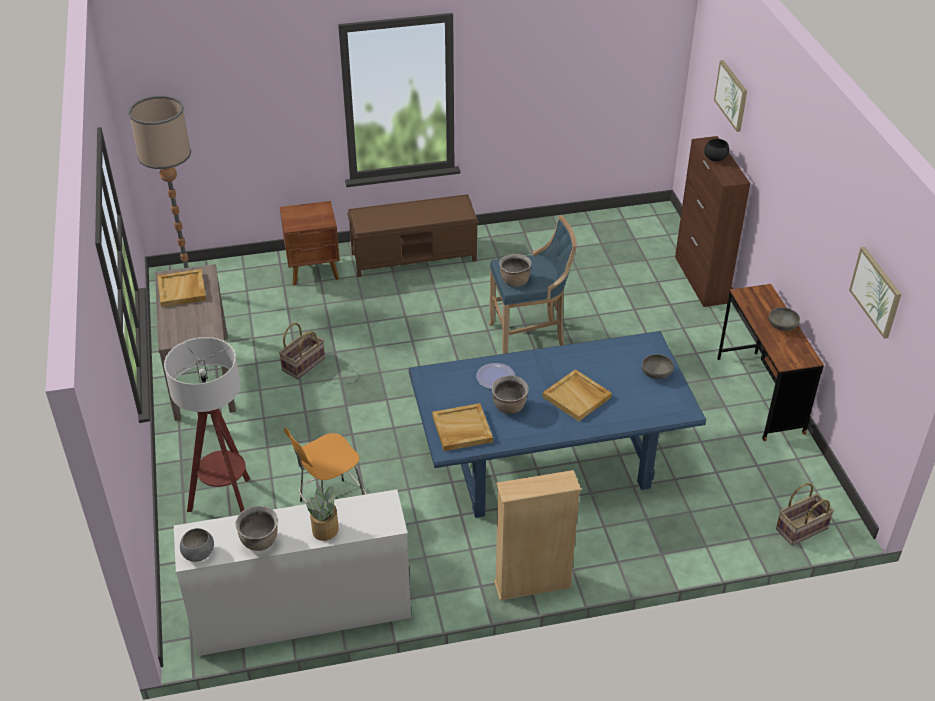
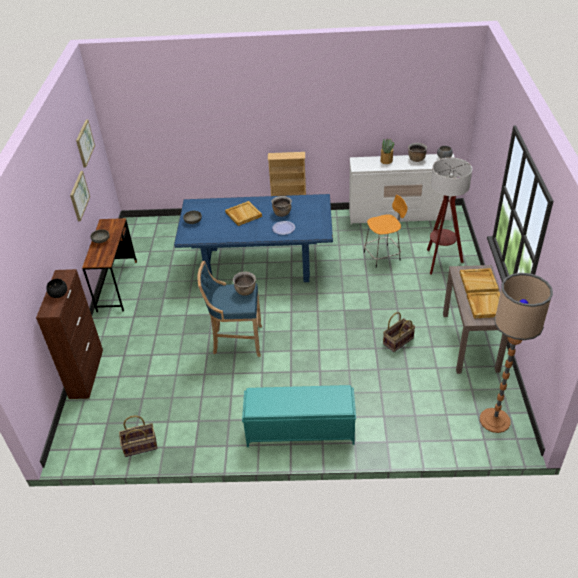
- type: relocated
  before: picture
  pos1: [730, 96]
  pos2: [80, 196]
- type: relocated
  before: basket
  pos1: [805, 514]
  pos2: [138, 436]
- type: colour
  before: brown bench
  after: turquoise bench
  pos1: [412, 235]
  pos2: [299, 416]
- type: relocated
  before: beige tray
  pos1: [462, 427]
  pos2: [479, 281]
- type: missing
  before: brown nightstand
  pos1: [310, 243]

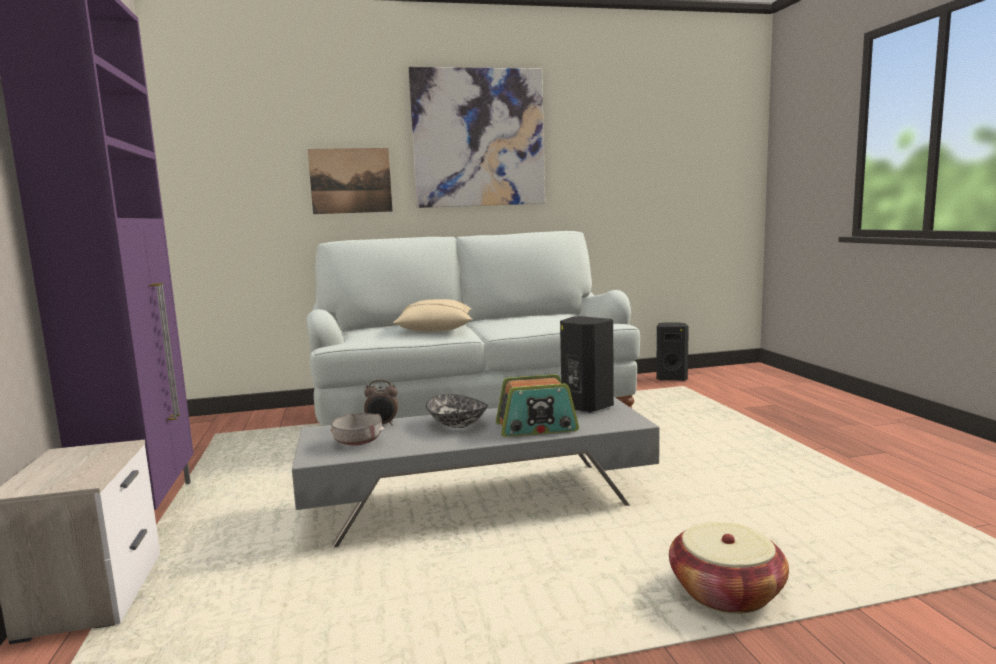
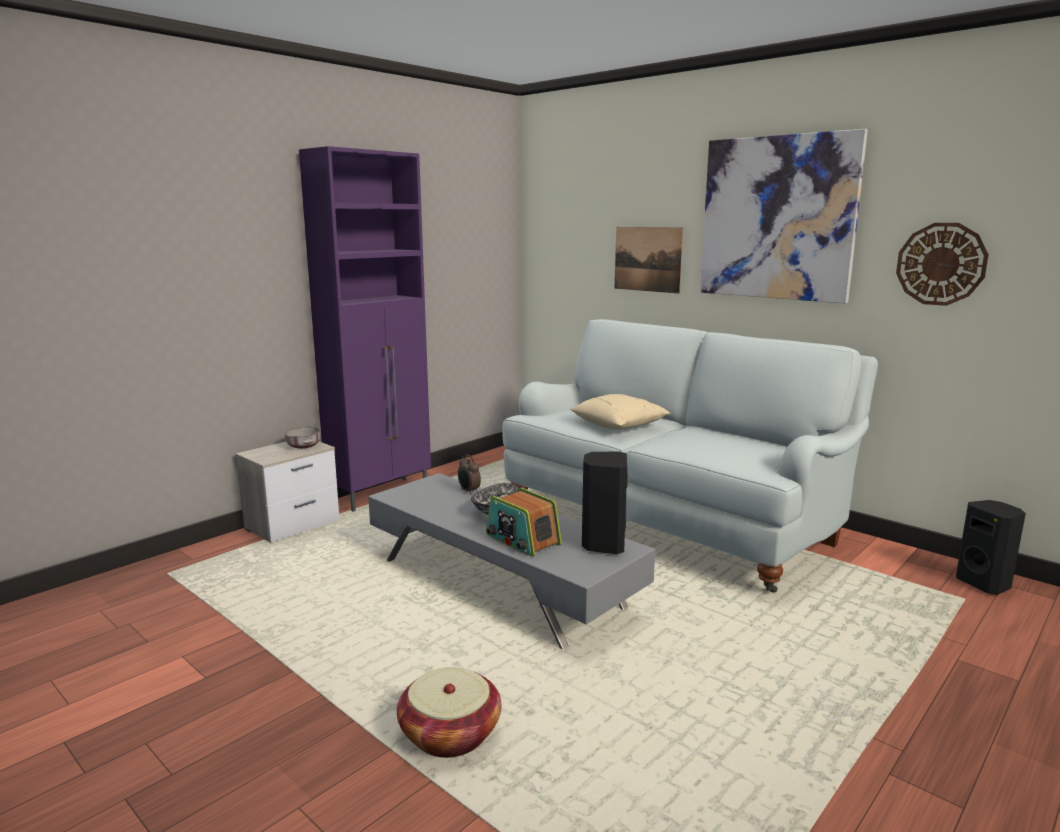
- type: relocated
  before: grey bowl
  pos1: [358, 429]
  pos2: [303, 438]
- type: appeared
  after: wall clock
  pos2: [942, 264]

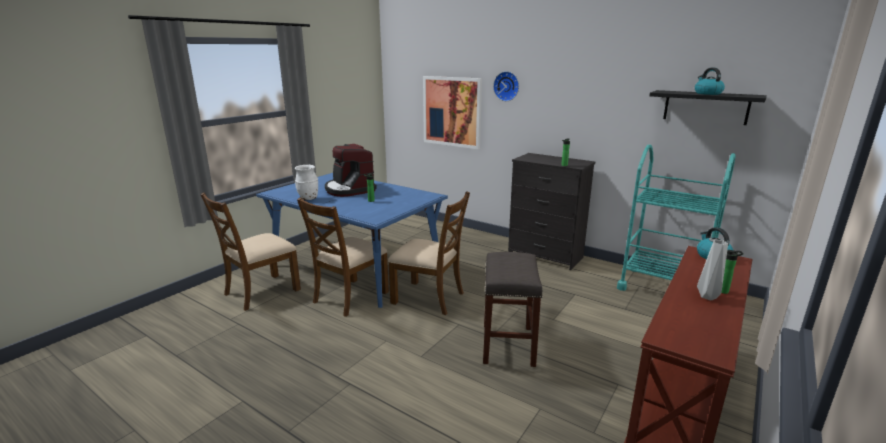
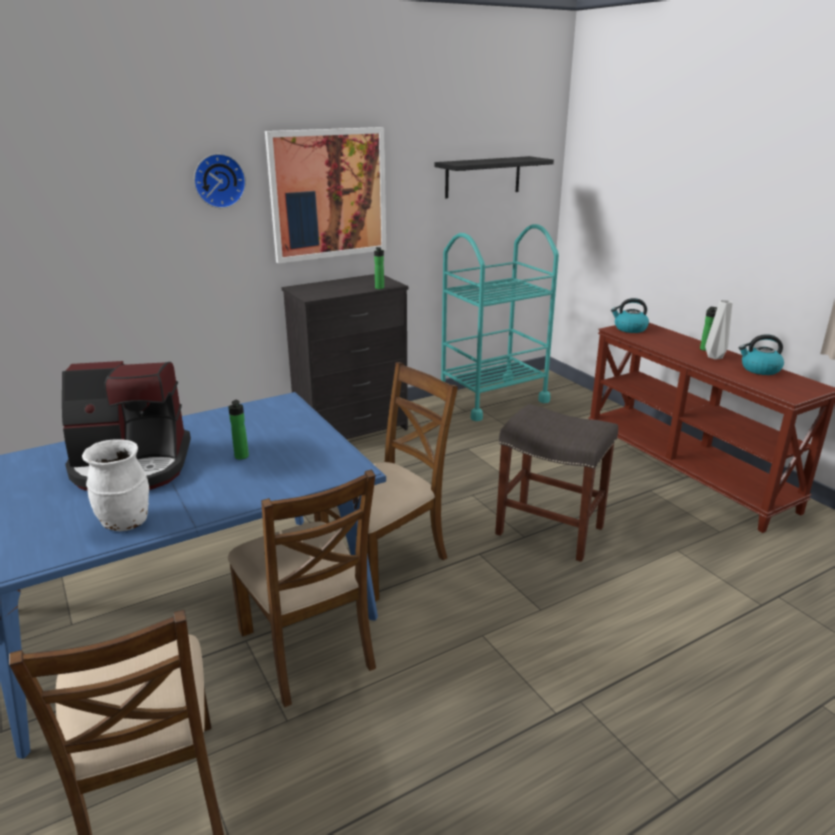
- type: relocated
  before: picture
  pos1: [452, 112]
  pos2: [325, 195]
- type: relocated
  before: kettle
  pos1: [710, 81]
  pos2: [761, 354]

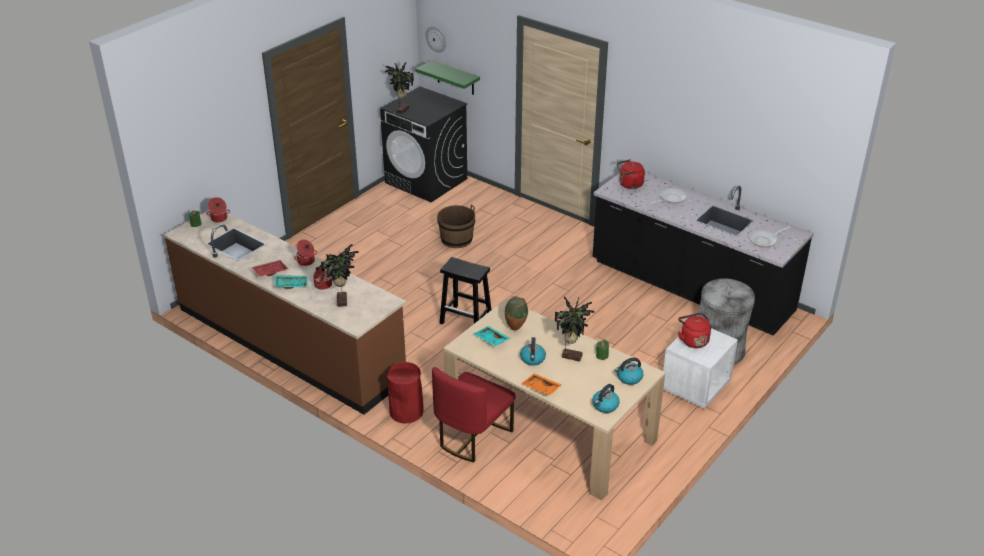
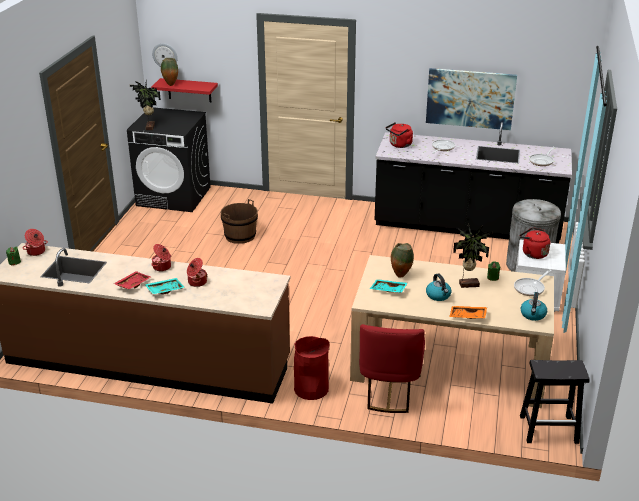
- type: colour
  before: green shelf
  after: red shelf
  pos1: [447, 77]
  pos2: [184, 90]
- type: appeared
  after: vase
  pos2: [169, 72]
- type: appeared
  after: picture
  pos2: [471, 99]
- type: exchanged
  before: kettle
  after: frying pan
  pos1: [629, 371]
  pos2: [533, 282]
- type: relocated
  before: black stool
  pos1: [465, 291]
  pos2: [555, 402]
- type: missing
  before: potted plant
  pos1: [340, 275]

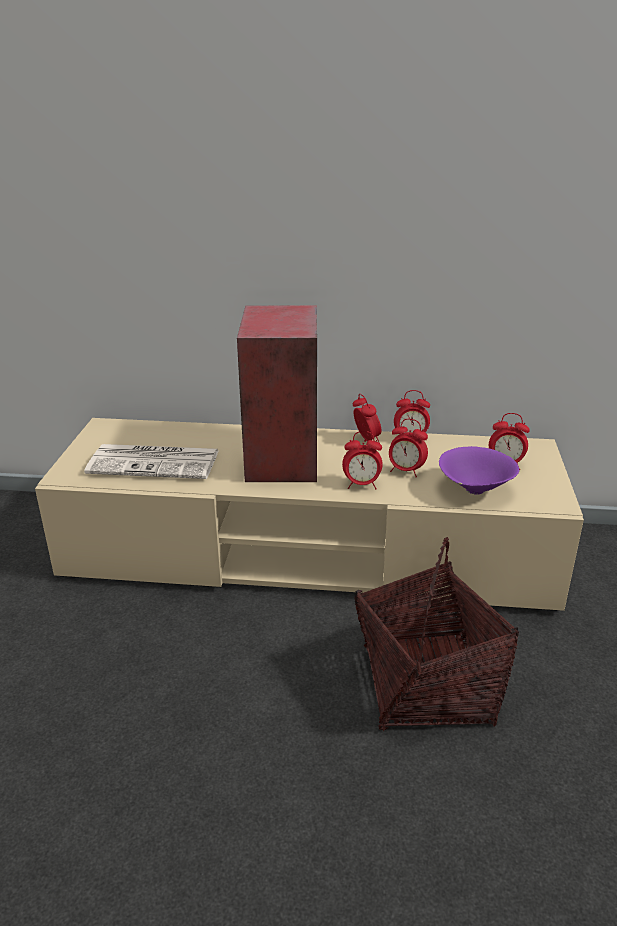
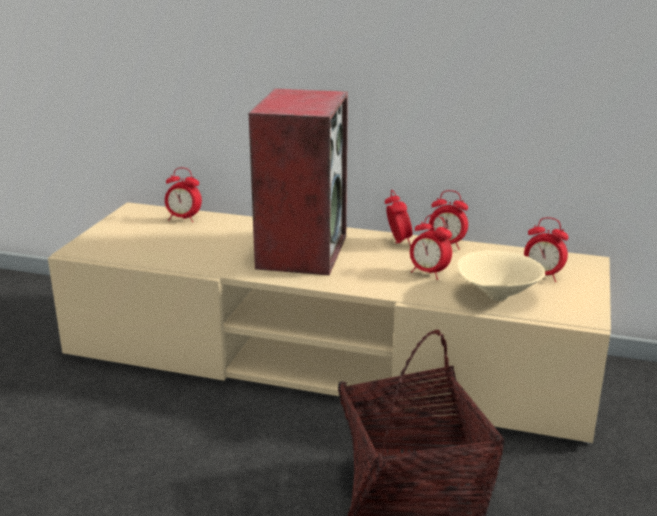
- type: relocated
  before: alarm clock
  pos1: [362, 460]
  pos2: [183, 195]
- type: colour
  before: purple bowl
  after: beige bowl
  pos1: [479, 470]
  pos2: [501, 275]
- type: missing
  before: newspaper
  pos1: [151, 461]

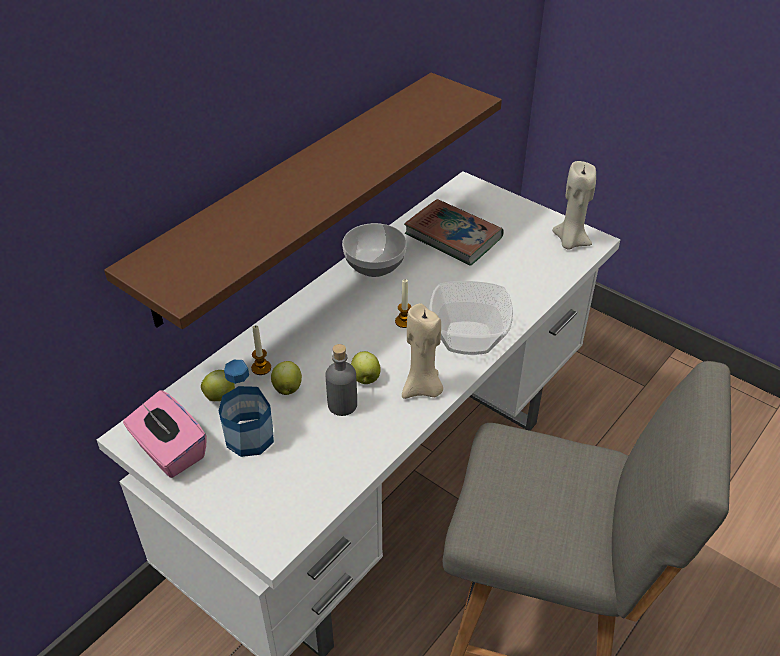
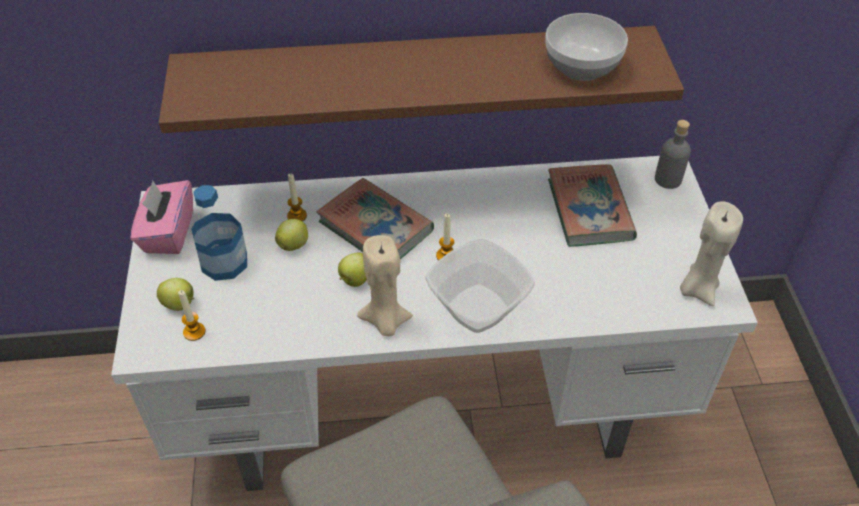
- type: relocated
  before: apple
  pos1: [218, 385]
  pos2: [175, 294]
- type: appeared
  after: candle
  pos2: [192, 315]
- type: appeared
  after: book
  pos2: [375, 218]
- type: relocated
  before: bowl
  pos1: [374, 250]
  pos2: [586, 47]
- type: relocated
  before: grey bottle
  pos1: [341, 380]
  pos2: [673, 154]

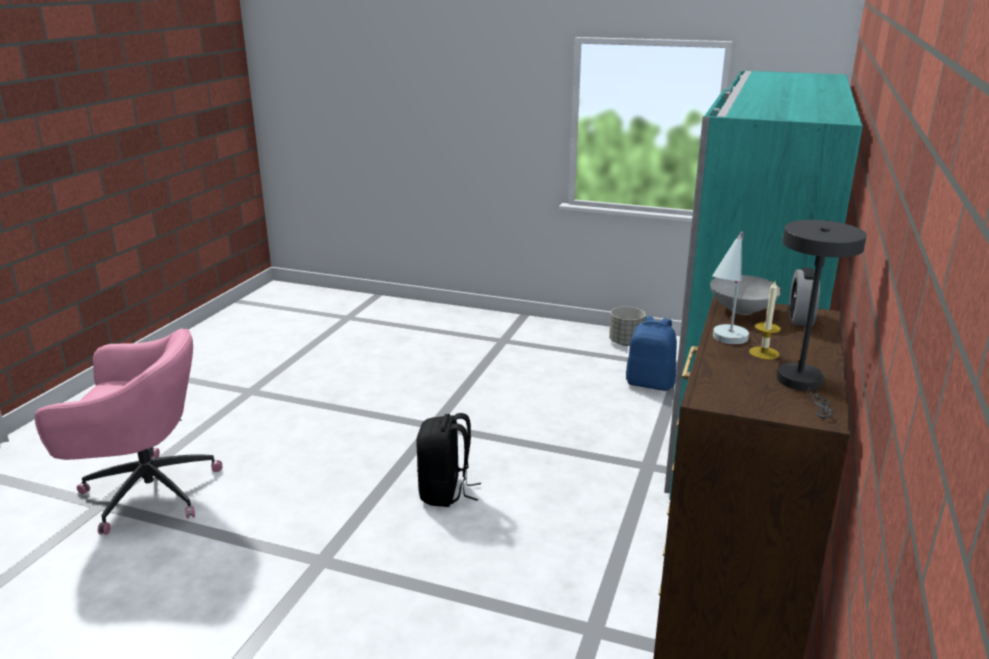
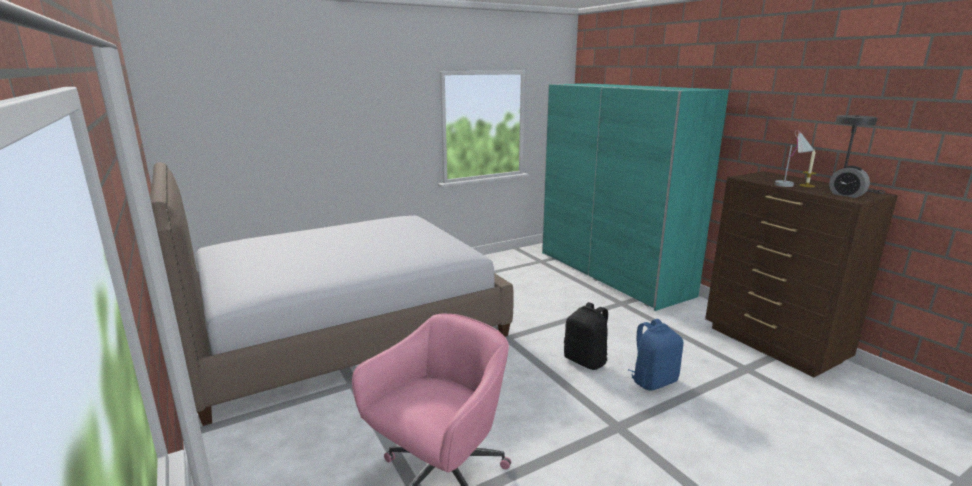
- type: appeared
  after: bed
  pos2: [332, 294]
- type: relocated
  before: blue backpack
  pos1: [651, 353]
  pos2: [655, 355]
- type: relocated
  before: alarm clock
  pos1: [804, 297]
  pos2: [849, 182]
- type: missing
  before: grey planter
  pos1: [627, 326]
- type: missing
  before: grey bowl
  pos1: [746, 295]

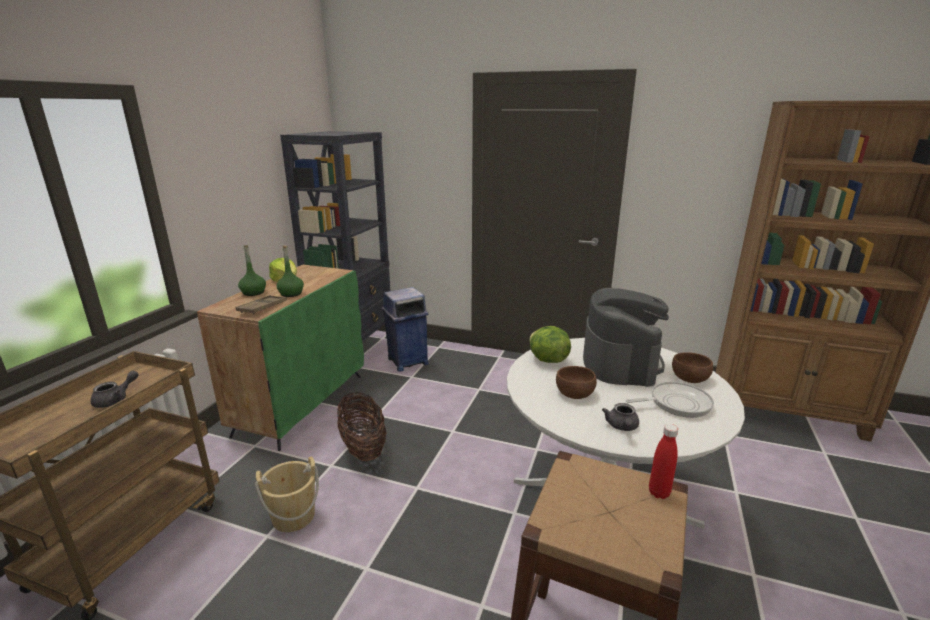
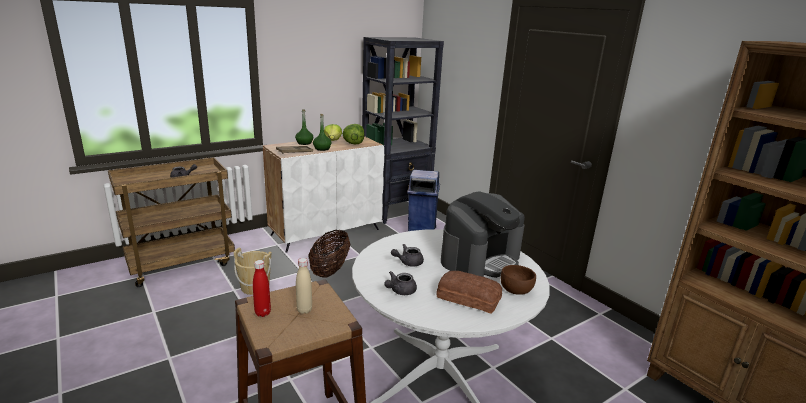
- type: relocated
  before: red bottle
  pos1: [663, 461]
  pos2: [262, 288]
- type: colour
  before: green cabinet
  after: white cabinet
  pos1: [280, 358]
  pos2: [323, 194]
- type: appeared
  after: beige bottle
  pos2: [304, 286]
- type: relocated
  before: lettuce
  pos1: [550, 344]
  pos2: [353, 134]
- type: exchanged
  before: brown bowl
  after: grey teapot
  pos1: [576, 382]
  pos2: [407, 255]
- type: exchanged
  before: frying pan
  after: bread
  pos1: [670, 400]
  pos2: [469, 292]

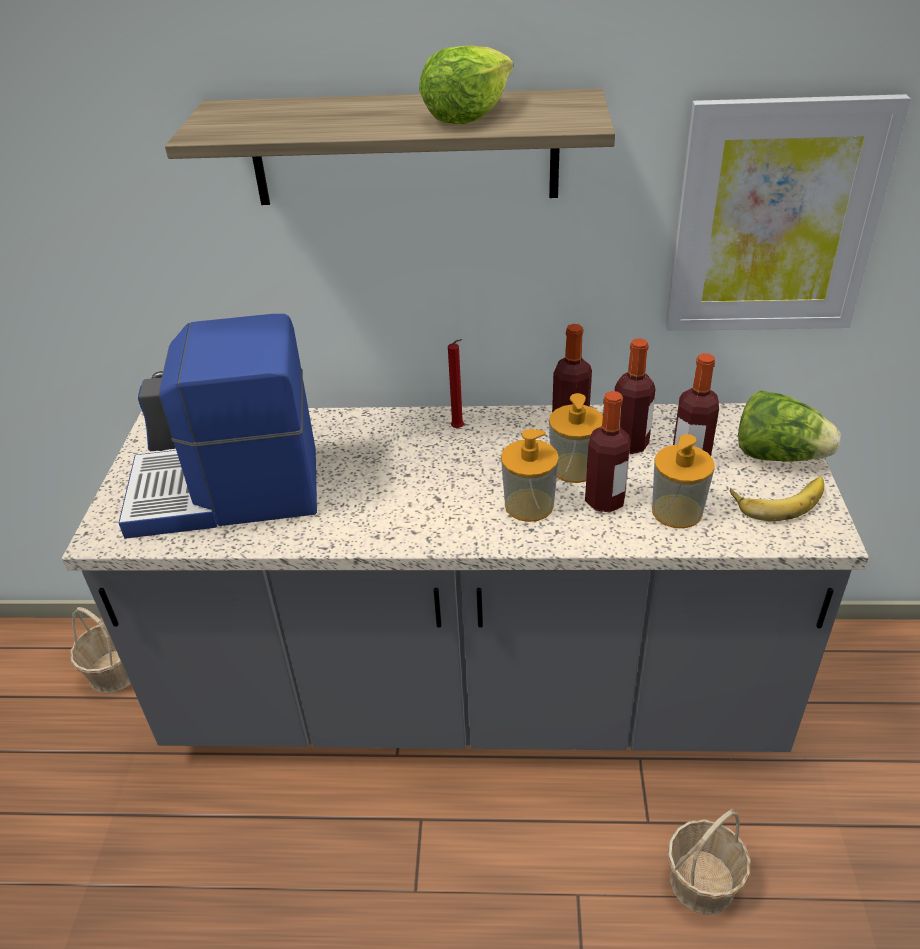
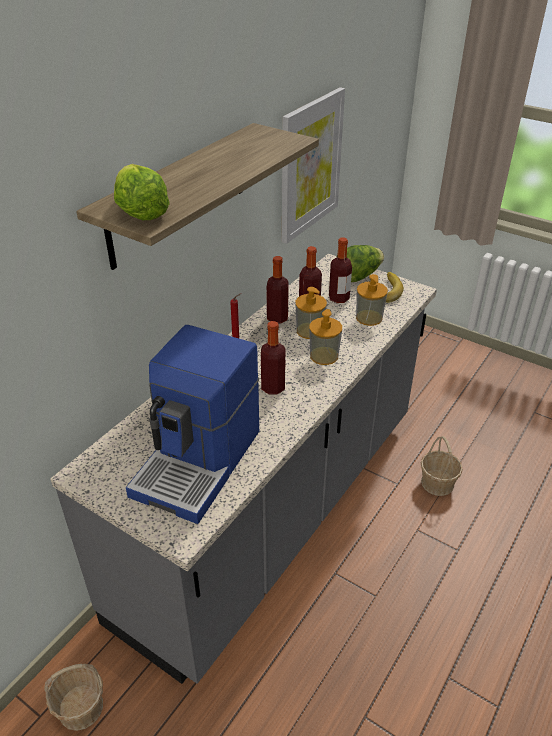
- type: relocated
  before: lettuce
  pos1: [466, 84]
  pos2: [142, 192]
- type: relocated
  before: bottle
  pos1: [608, 451]
  pos2: [273, 358]

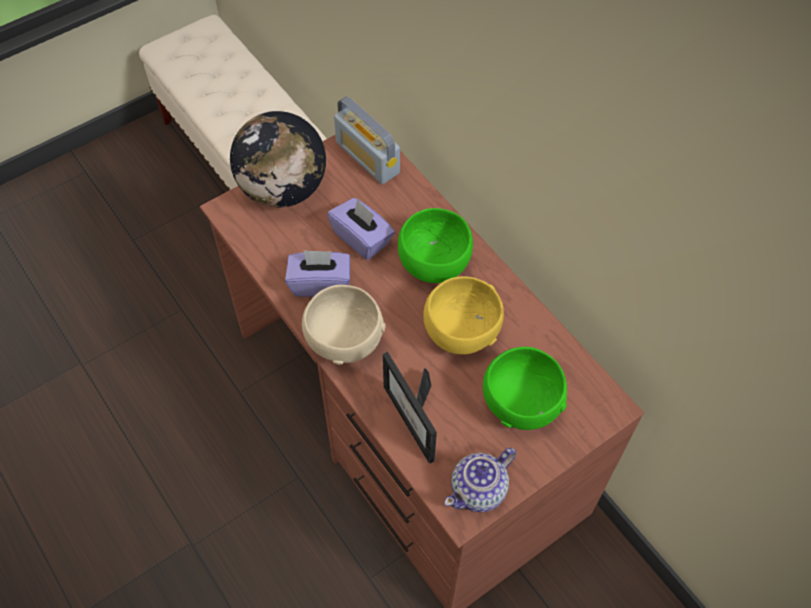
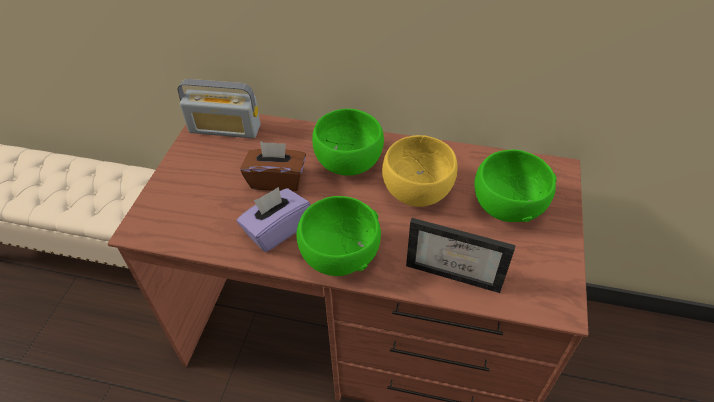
- type: colour
  before: purple tissue box
  after: brown tissue box
  pos1: [361, 229]
  pos2: [273, 166]
- type: colour
  before: beige bowl
  after: green bowl
  pos1: [344, 325]
  pos2: [339, 236]
- type: missing
  before: globe
  pos1: [278, 159]
- type: missing
  before: teapot
  pos1: [480, 480]

